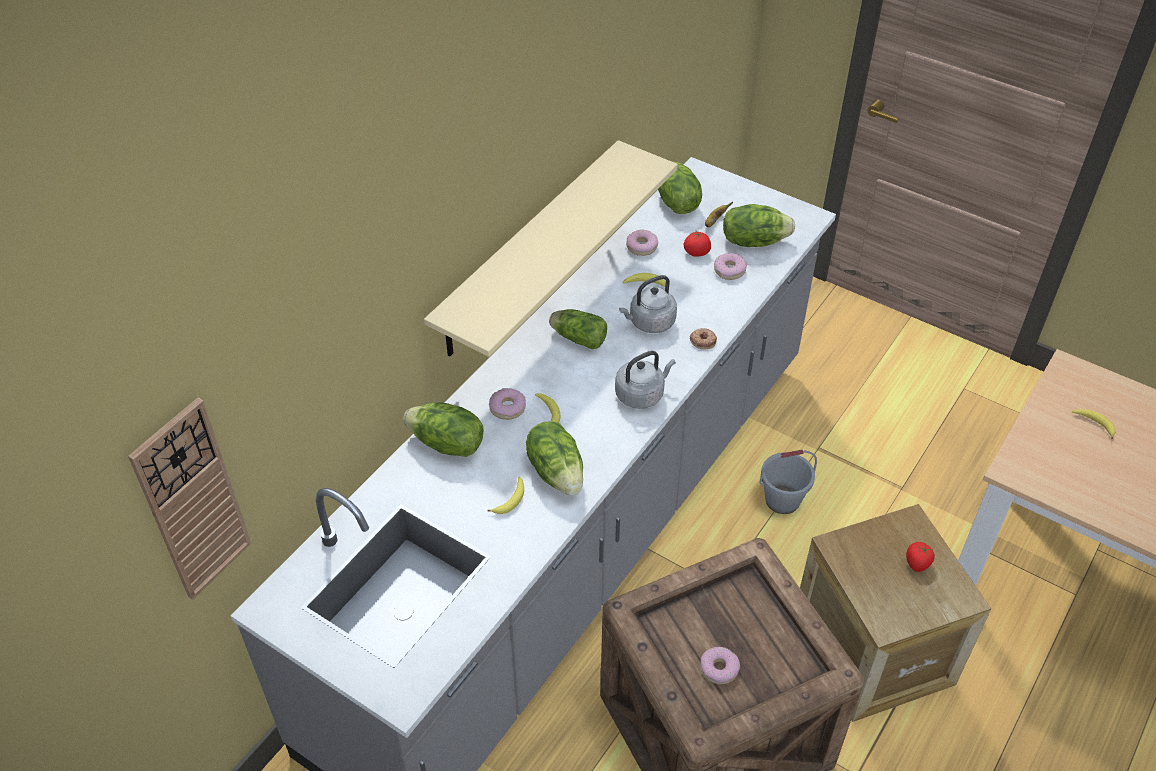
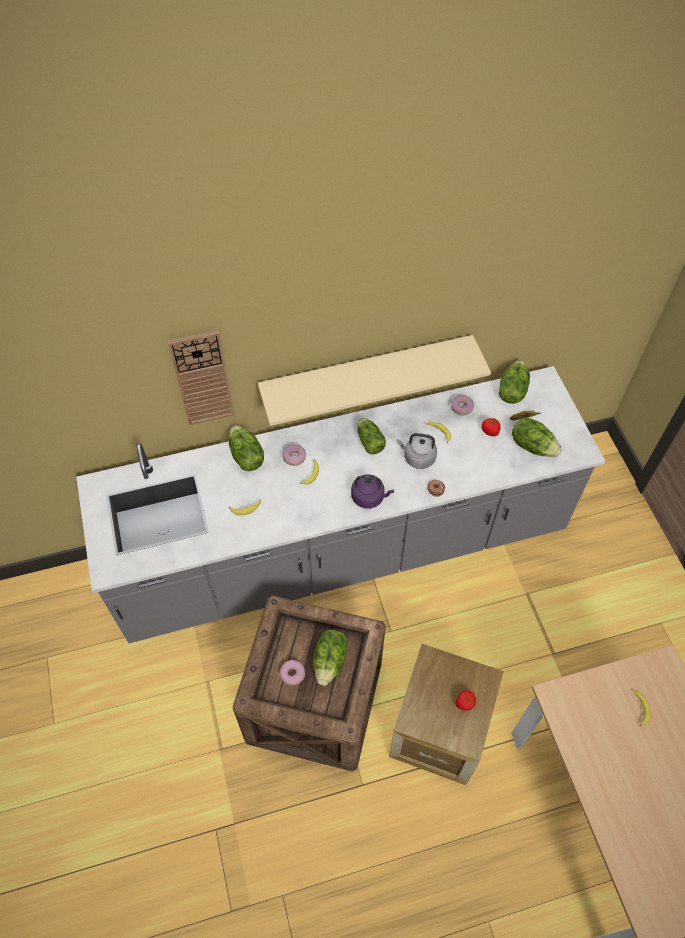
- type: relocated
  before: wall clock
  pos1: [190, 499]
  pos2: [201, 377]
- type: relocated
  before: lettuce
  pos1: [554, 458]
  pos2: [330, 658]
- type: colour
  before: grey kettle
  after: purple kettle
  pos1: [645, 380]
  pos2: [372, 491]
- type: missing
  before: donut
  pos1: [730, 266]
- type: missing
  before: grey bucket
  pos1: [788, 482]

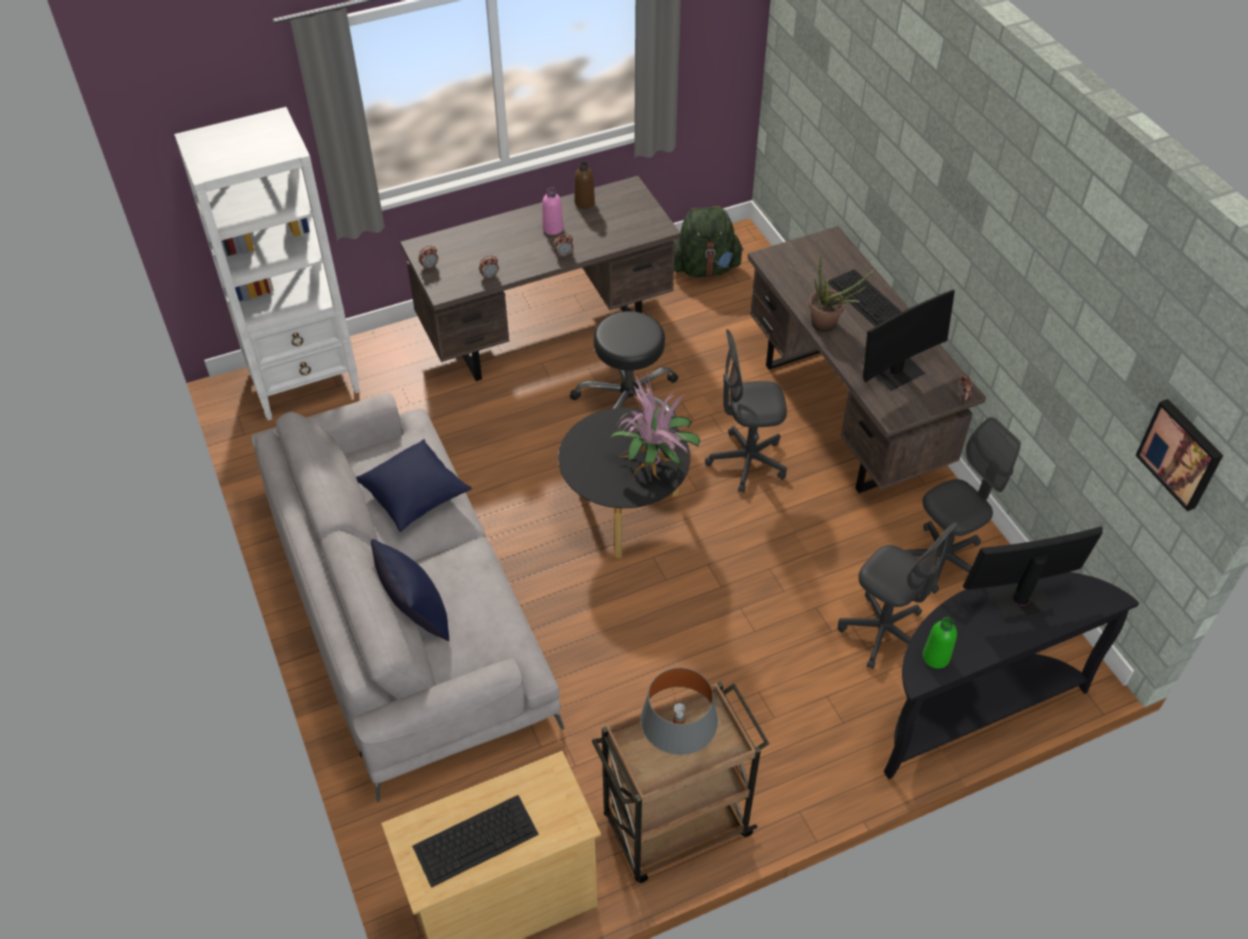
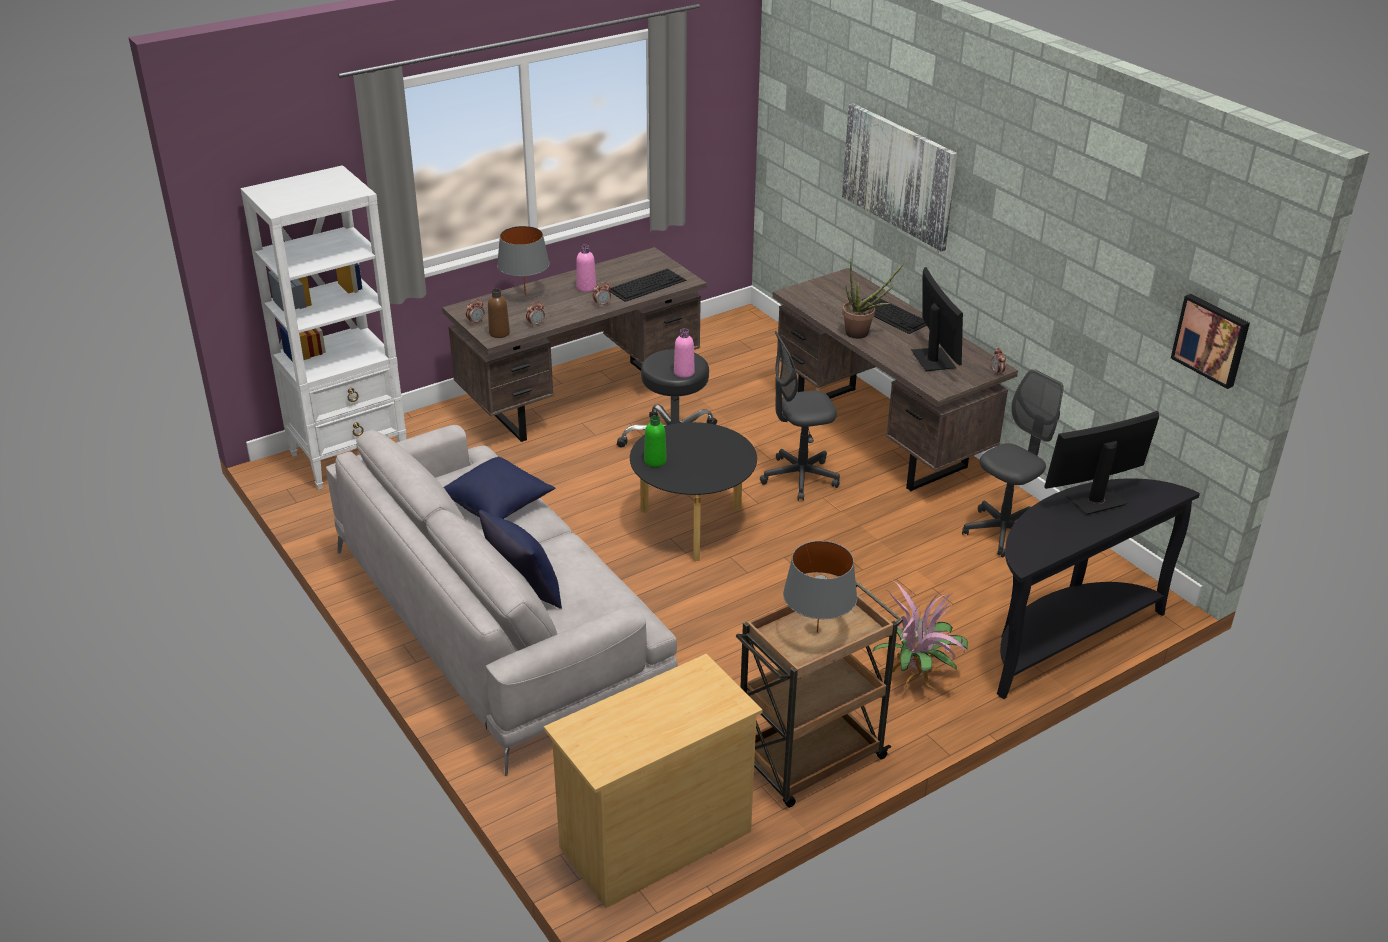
- type: relocated
  before: brown bottle
  pos1: [585, 185]
  pos2: [499, 313]
- type: appeared
  after: grey table lamp
  pos2: [523, 260]
- type: relocated
  before: keyboard
  pos1: [475, 841]
  pos2: [647, 285]
- type: relocated
  before: green bottle
  pos1: [940, 643]
  pos2: [655, 441]
- type: appeared
  after: pink bottle
  pos2: [684, 353]
- type: appeared
  after: picture
  pos2: [899, 177]
- type: relocated
  before: potted plant
  pos1: [654, 428]
  pos2: [920, 636]
- type: spun
  before: monitor
  pos1: [909, 340]
  pos2: [937, 319]
  turn: -60
- type: missing
  before: green backpack
  pos1: [709, 242]
- type: missing
  before: grey office chair
  pos1: [898, 595]

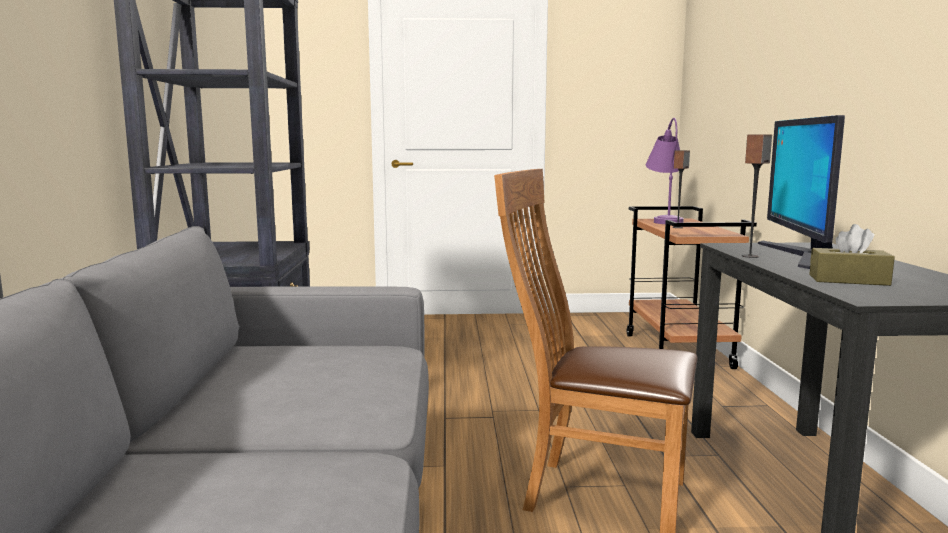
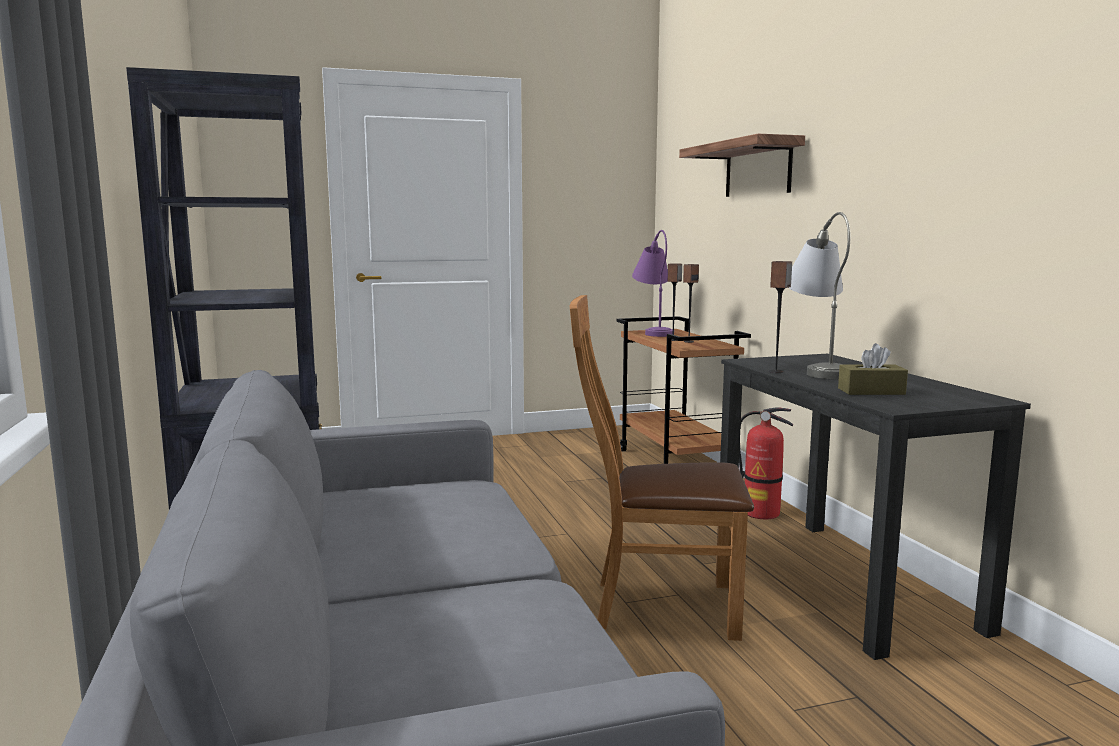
- type: appeared
  after: shelf
  pos2: [742, 165]
- type: appeared
  after: speaker
  pos2: [691, 303]
- type: appeared
  after: fire extinguisher
  pos2: [766, 463]
- type: exchanged
  before: monitor
  after: grey table lamp
  pos1: [801, 192]
  pos2: [819, 296]

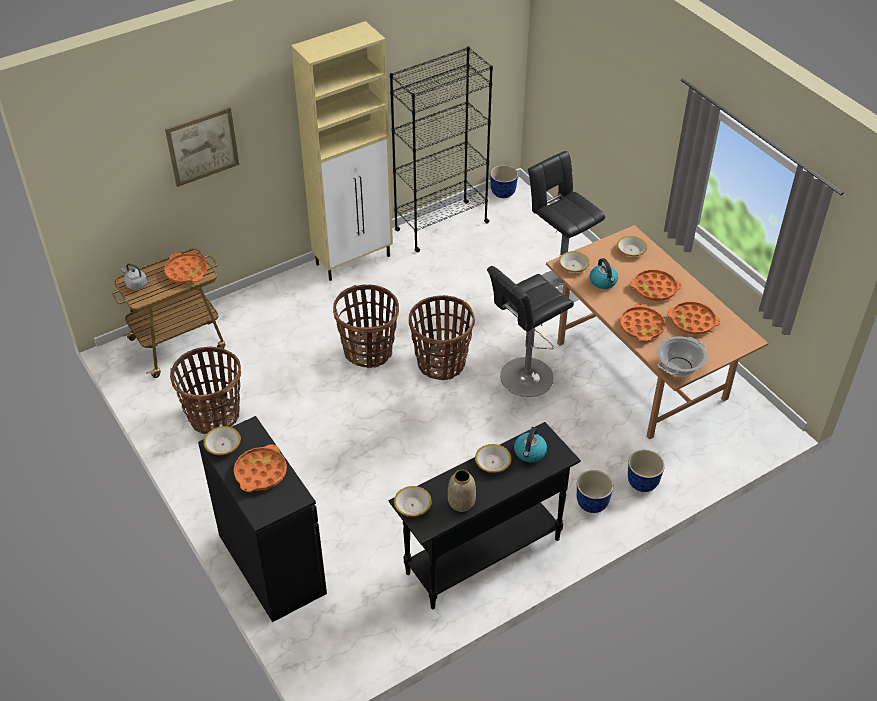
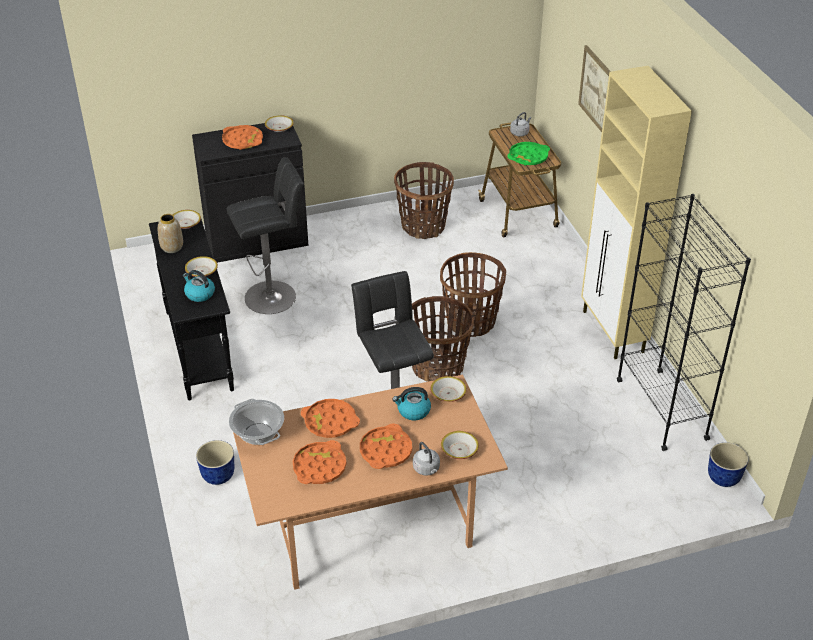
- type: relocated
  before: black stool
  pos1: [566, 226]
  pos2: [265, 235]
- type: appeared
  after: grey kettle
  pos2: [426, 459]
- type: colour
  before: orange tray
  after: green tray
  pos1: [186, 268]
  pos2: [528, 154]
- type: missing
  before: planter
  pos1: [595, 491]

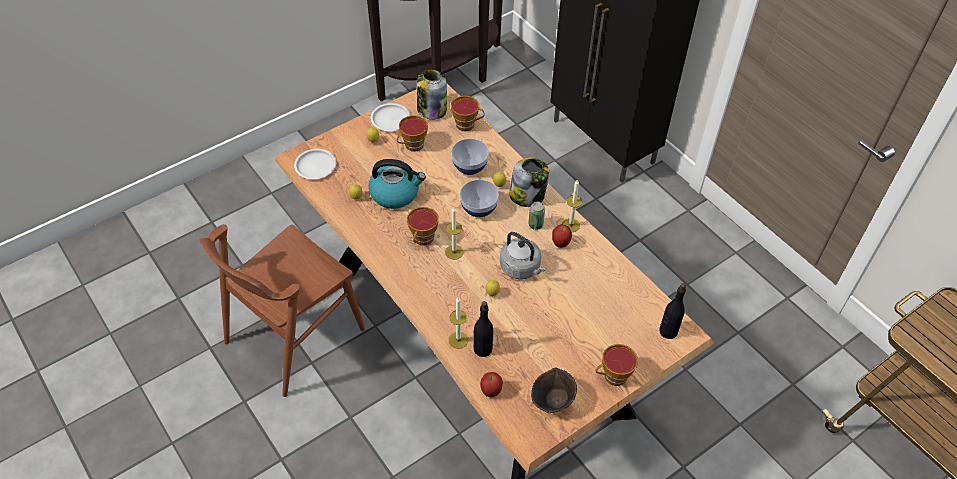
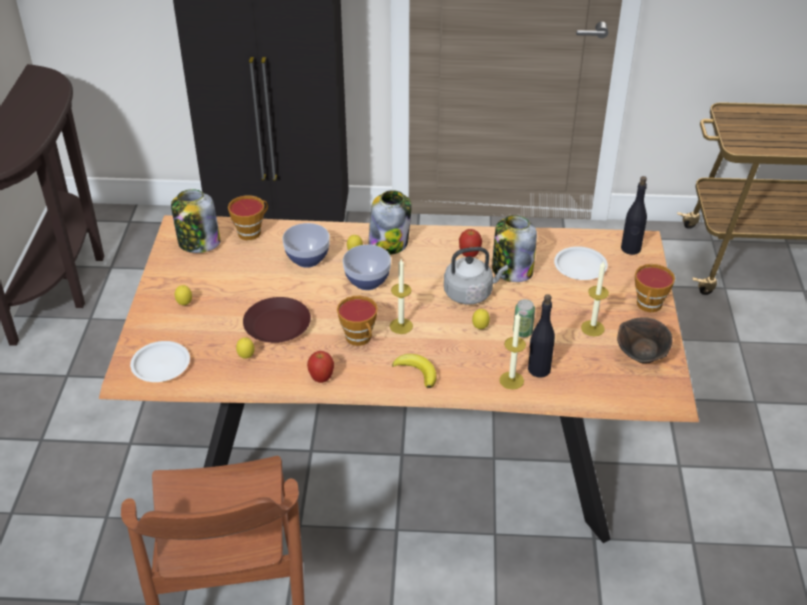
- type: exchanged
  before: kettle
  after: brown plate
  pos1: [397, 184]
  pos2: [277, 320]
- type: relocated
  before: apple
  pos1: [491, 384]
  pos2: [320, 367]
- type: appeared
  after: banana
  pos2: [414, 371]
- type: appeared
  after: jar
  pos2: [514, 248]
- type: relocated
  before: can
  pos1: [536, 216]
  pos2: [524, 318]
- type: relocated
  before: white plate
  pos1: [391, 117]
  pos2: [581, 263]
- type: relocated
  before: candle
  pos1: [572, 205]
  pos2: [595, 298]
- type: missing
  before: cup
  pos1: [412, 133]

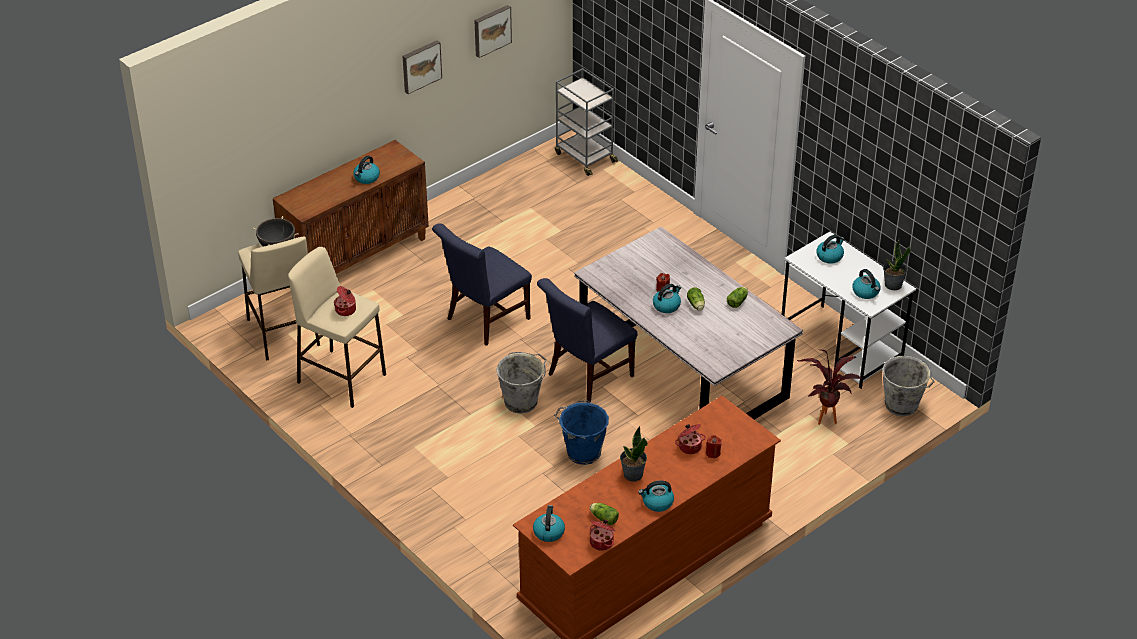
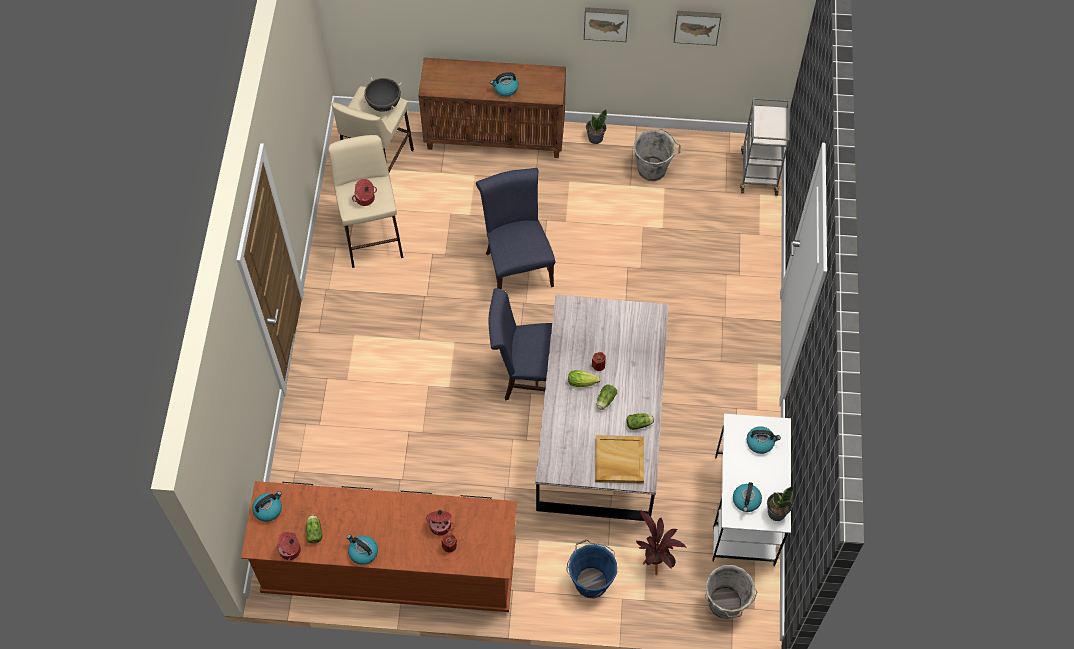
- type: spun
  before: blue chair
  pos1: [482, 284]
  pos2: [515, 228]
  turn: 75
- type: relocated
  before: blue bucket
  pos1: [581, 432]
  pos2: [591, 568]
- type: exchanged
  before: kettle
  after: lettuce
  pos1: [667, 298]
  pos2: [584, 378]
- type: relocated
  before: potted plant
  pos1: [634, 453]
  pos2: [596, 126]
- type: appeared
  after: beige tray
  pos2: [619, 459]
- type: relocated
  before: grey bucket
  pos1: [521, 383]
  pos2: [657, 155]

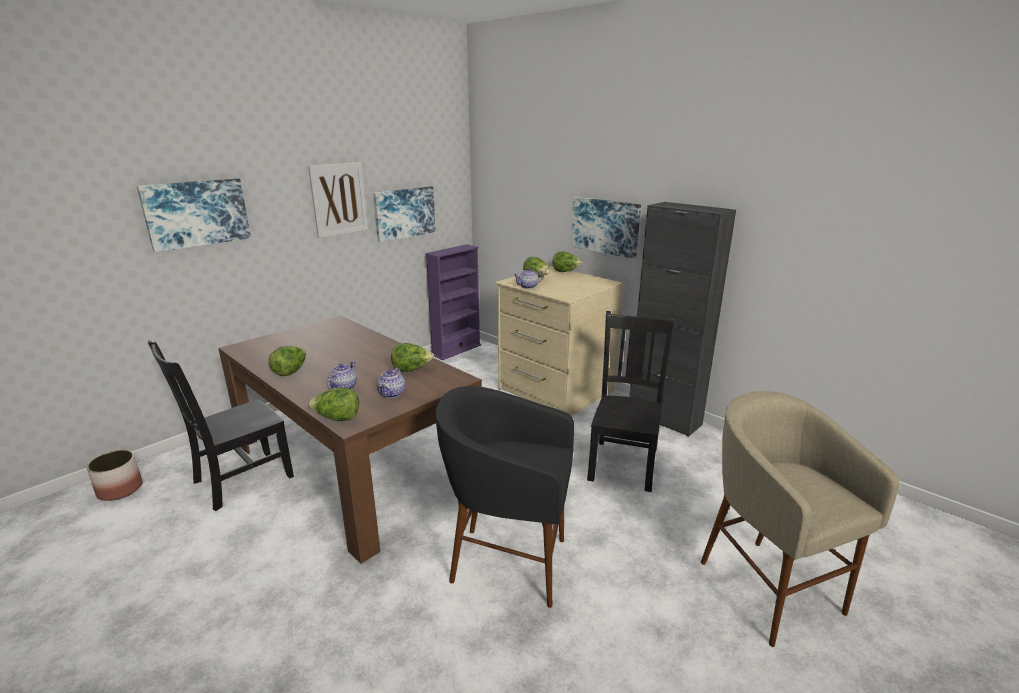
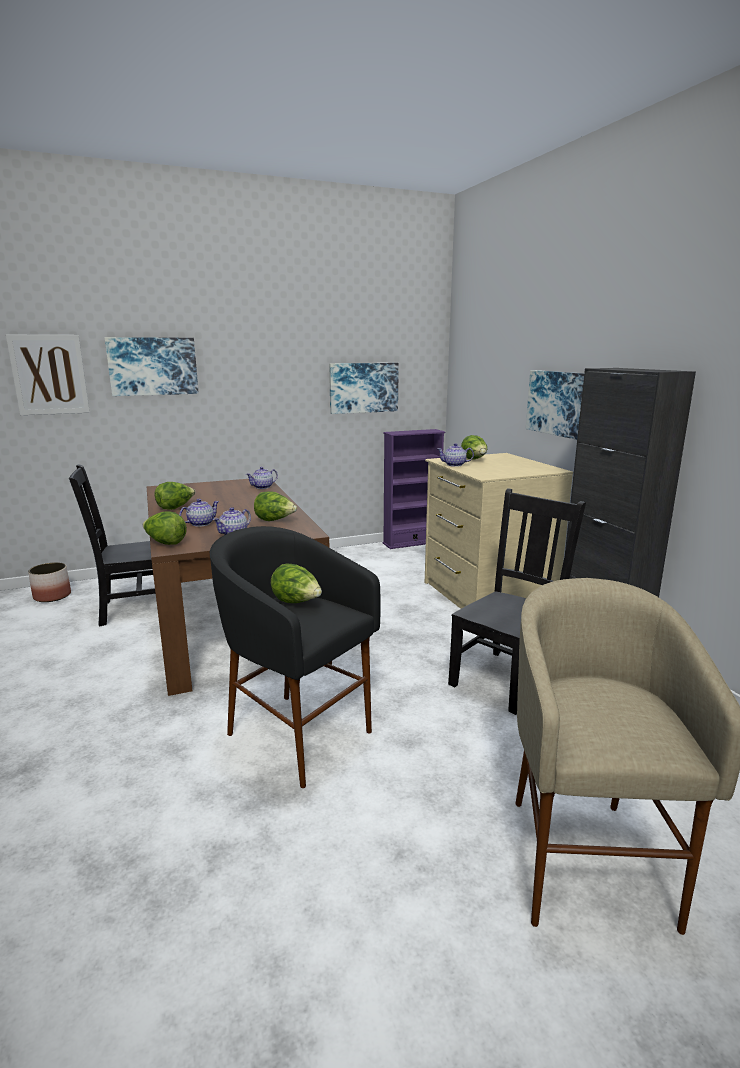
- type: relocated
  before: picture
  pos1: [338, 200]
  pos2: [48, 375]
- type: appeared
  after: teapot
  pos2: [262, 478]
- type: relocated
  before: lettuce
  pos1: [568, 262]
  pos2: [296, 583]

